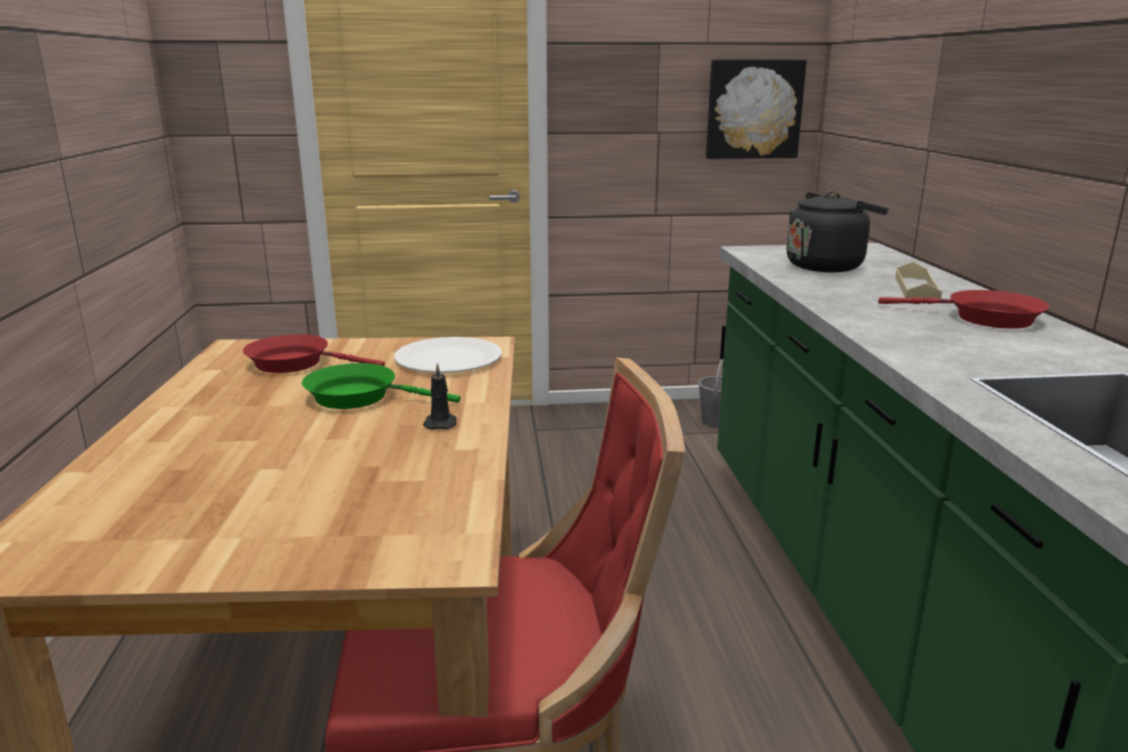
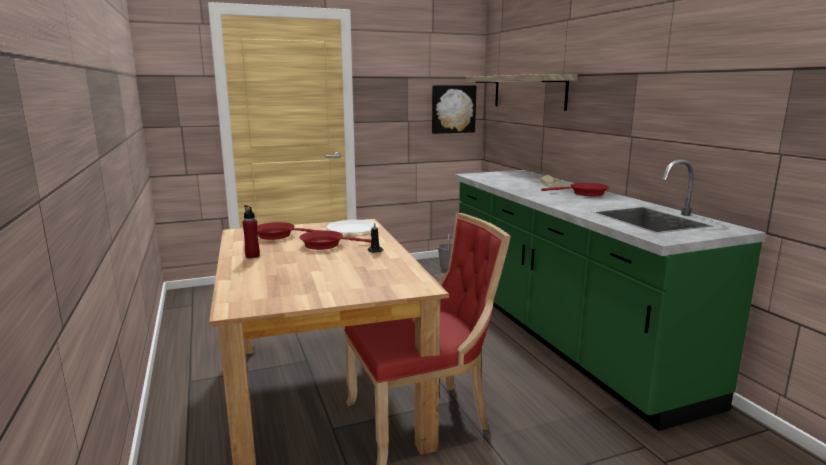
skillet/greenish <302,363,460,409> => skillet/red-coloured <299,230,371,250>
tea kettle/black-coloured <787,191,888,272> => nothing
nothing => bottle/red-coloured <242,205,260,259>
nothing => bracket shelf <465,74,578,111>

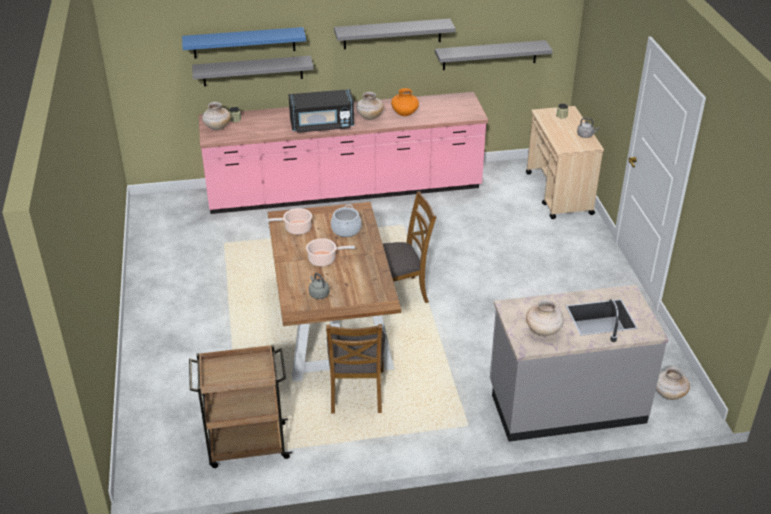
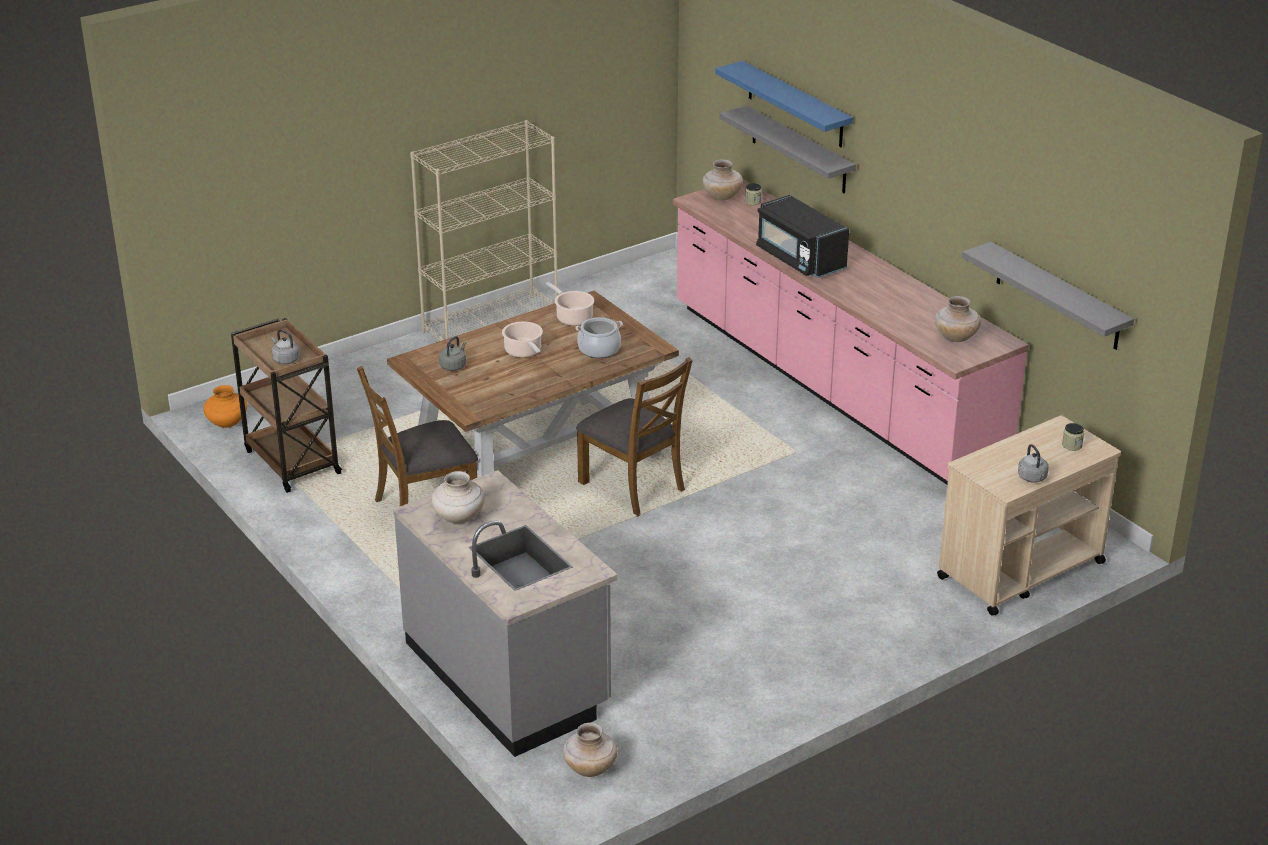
bracket shelf/grey <334,19,456,49> => nothing
flower vase/beige <356,92,384,120> => flower vase/beige <935,296,981,342>, relocated
flower vase/orange-coloured <391,88,419,116> => flower vase/orange-coloured <203,385,247,428>, relocated
nothing => tea kettle/grey <271,329,300,364>
nothing => bookcase/beige <410,120,558,341>

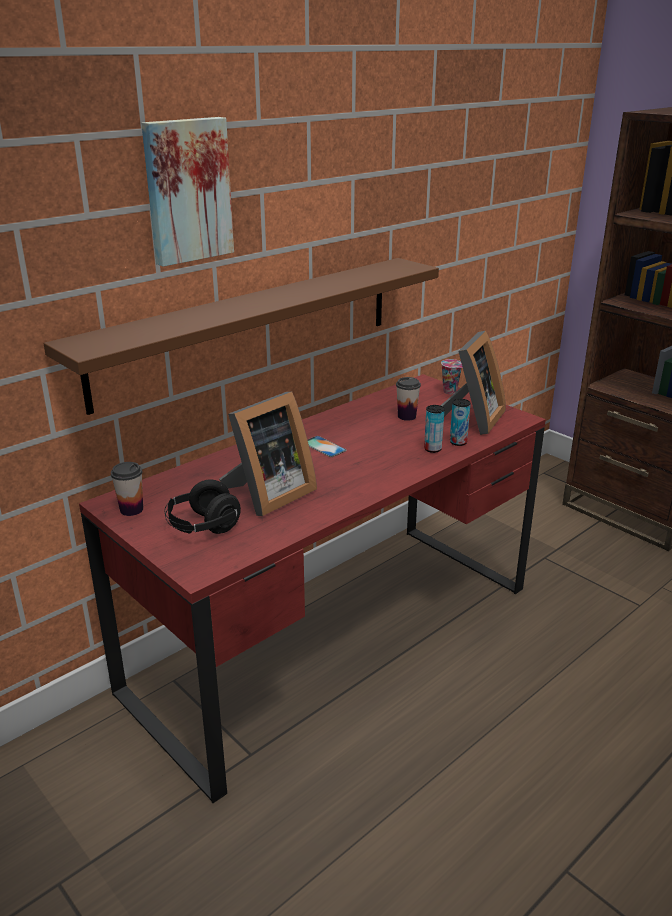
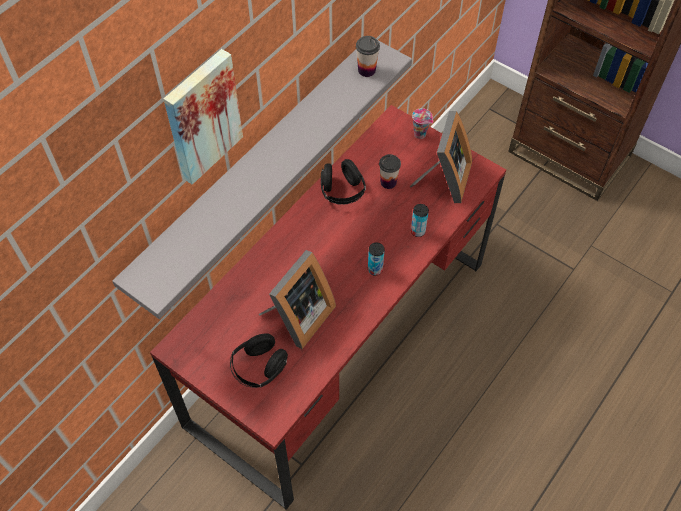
bracket shelf/brown <43,258,439,415> => bracket shelf/grey <112,41,412,319>
small cup <111,462,143,516> => small cup <356,36,380,77>, relocated
handset <308,436,347,457> => nothing
metal can <450,399,471,446> => metal can <368,242,385,276>, relocated
nothing => pair of headphones/black-coloured <321,159,366,205>

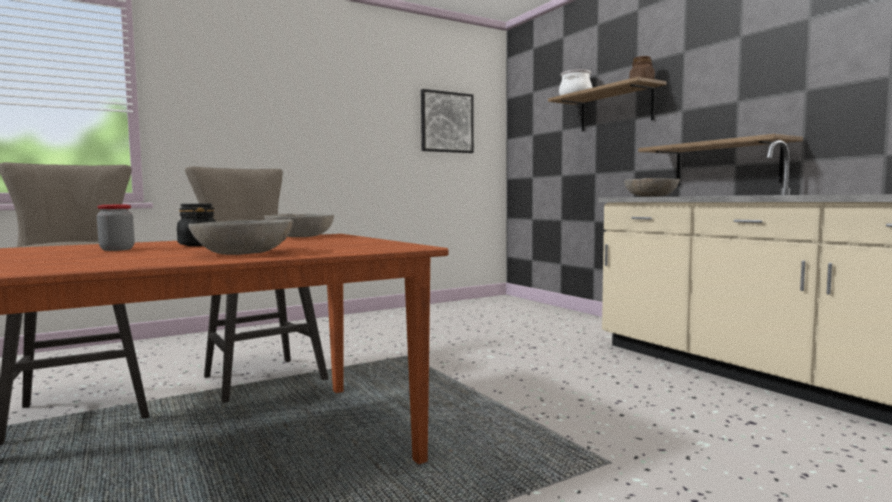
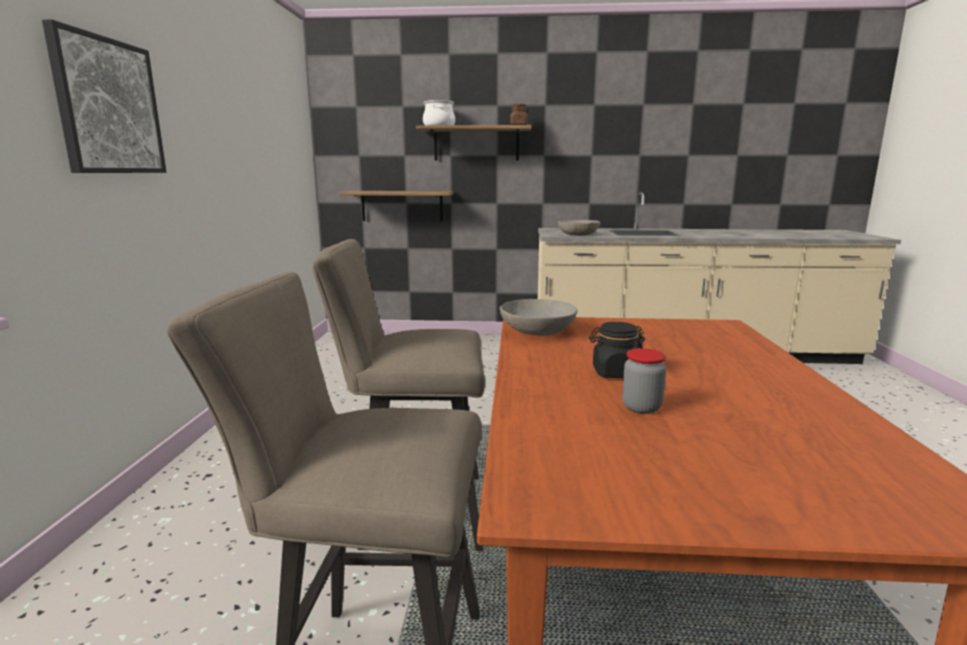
serving bowl/grey <188,219,293,255> => nothing
picture <421,89,474,153> => picture <42,20,166,173>, relocated
bracket shelf <638,134,803,186> => bracket shelf <340,191,454,221>, relocated

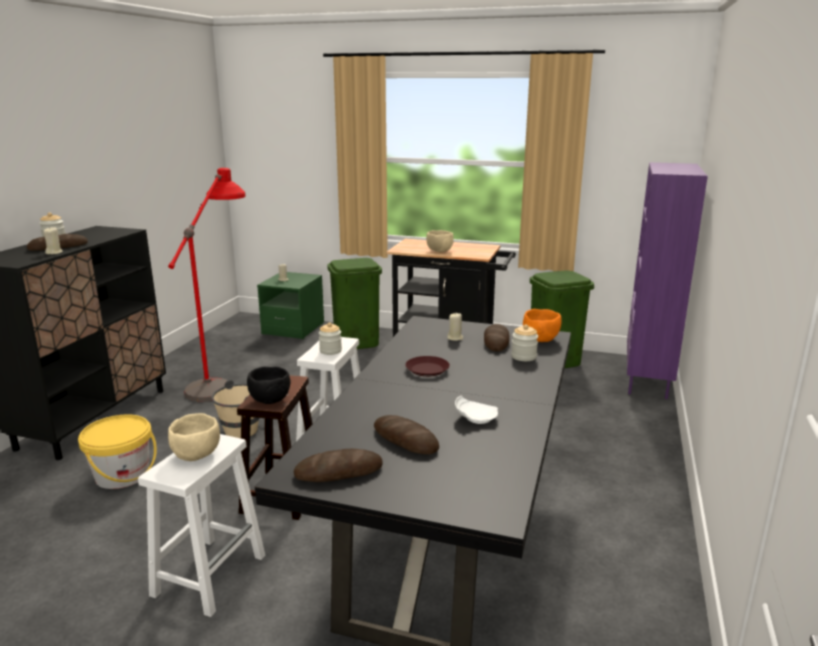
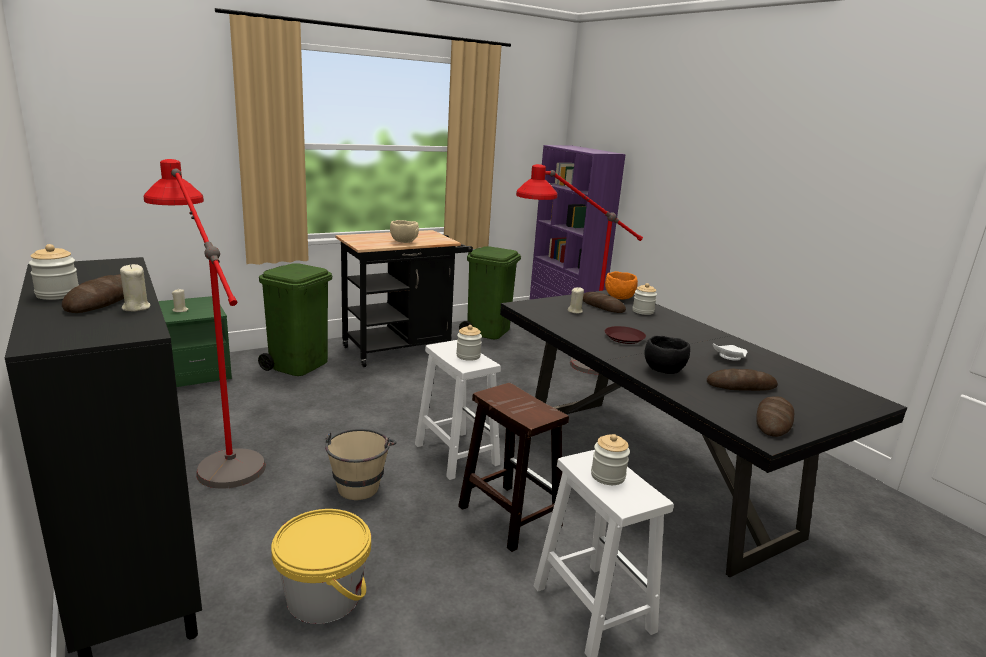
serving bowl/beige <168,413,220,461> => preserve jar <591,434,630,485>
serving bowl/black-coloured <247,366,291,404> => serving bowl/black-coloured <644,336,690,374>, relocated
nothing => standard lamp/red-coloured <516,164,643,374>

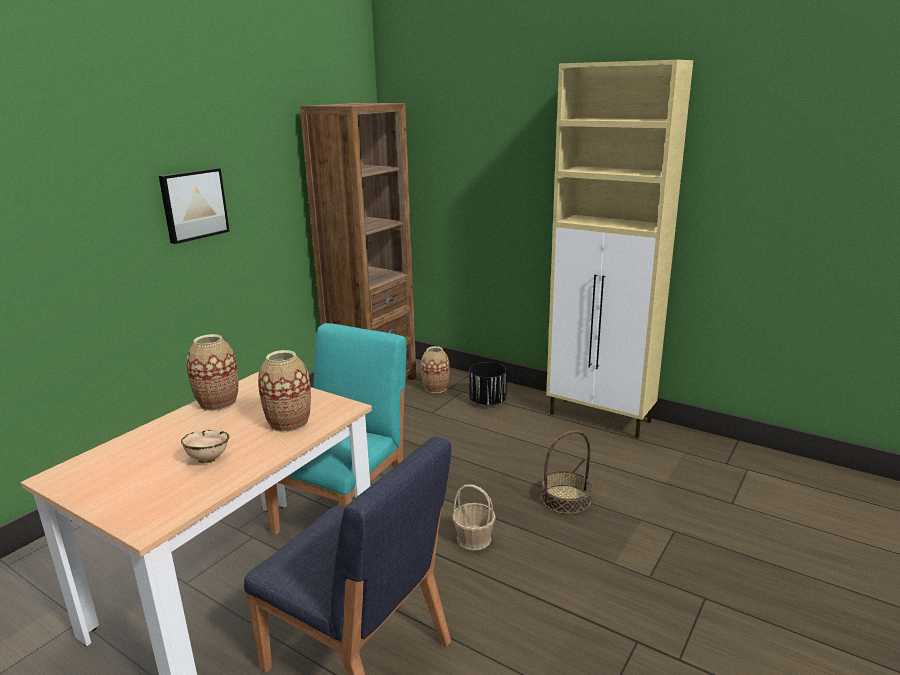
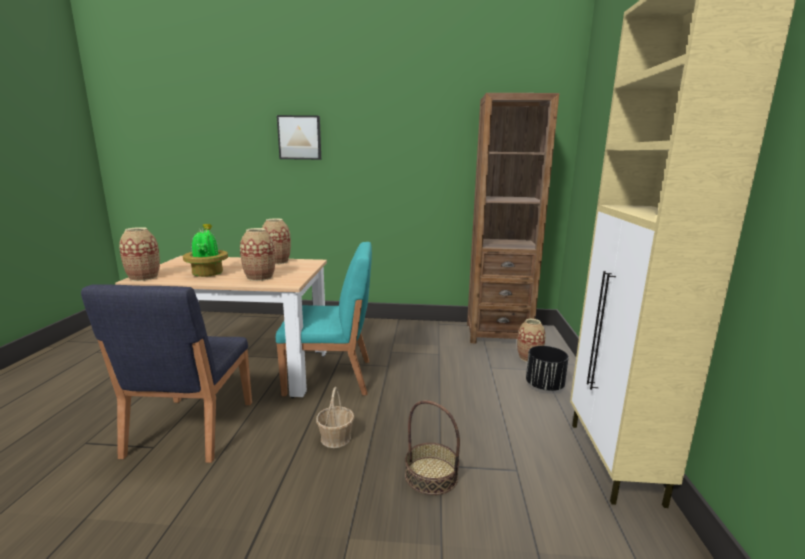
picture <159,168,230,244> => picture <277,115,321,160>, relocated
serving bowl/beige <181,429,229,463> => plant in a pot <183,224,228,277>
nothing => flower vase <119,227,160,281>

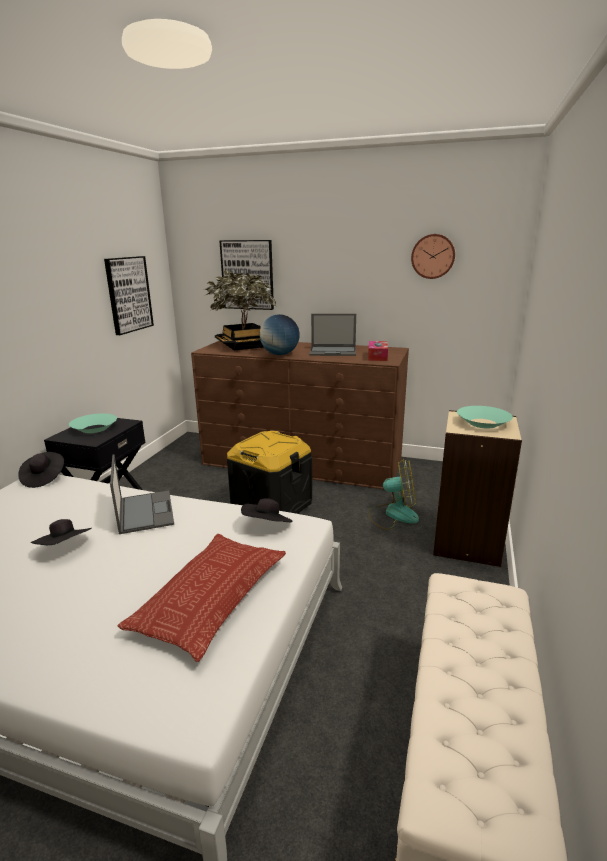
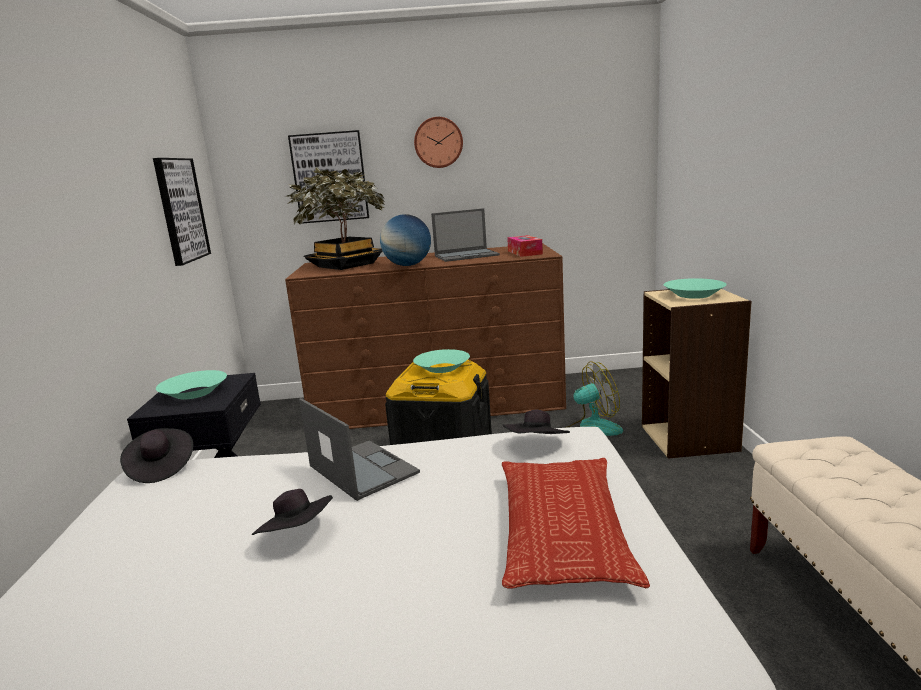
wall clock <411,234,455,279> => wall clock <414,117,463,168>, relocated
nothing => serving bowl/turquoise-coloured <413,349,470,373>

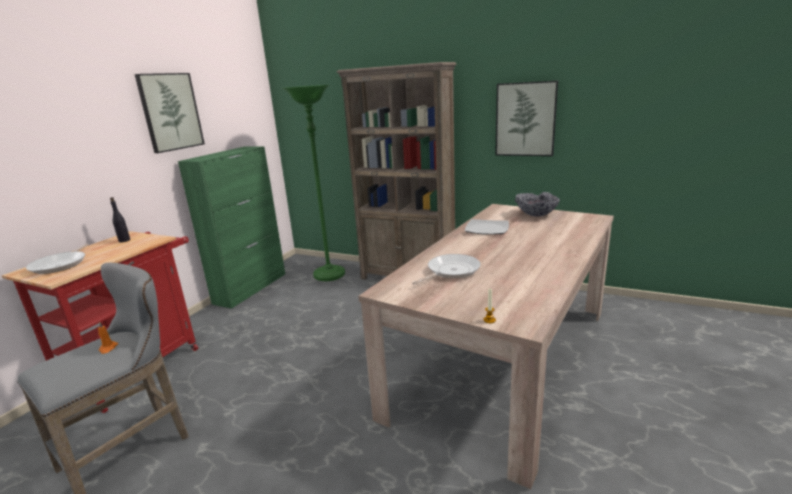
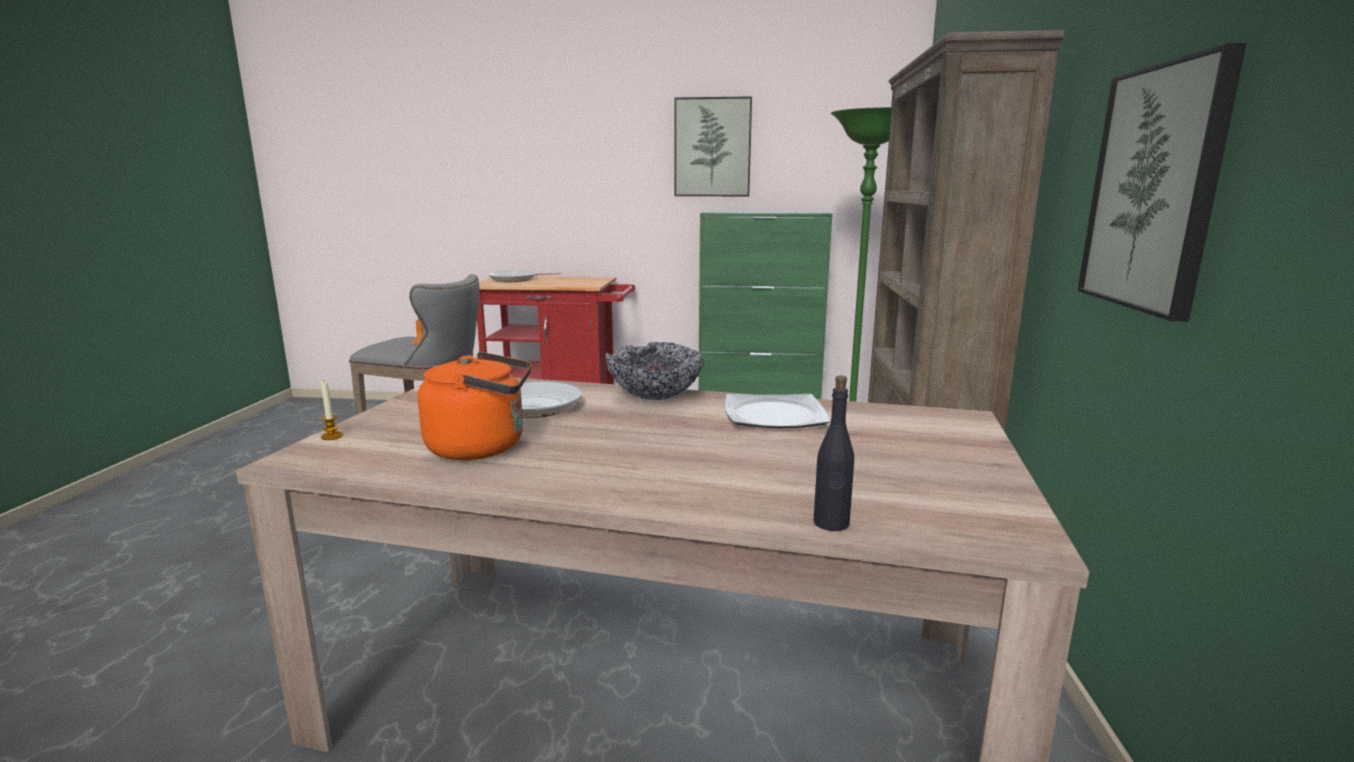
bottle/black-coloured <110,197,130,242> => bottle/black-coloured <813,375,854,531>, relocated
serving bowl <515,192,560,216> => serving bowl <605,342,704,400>, relocated
nothing => tea kettle/orange-coloured <418,352,532,460>

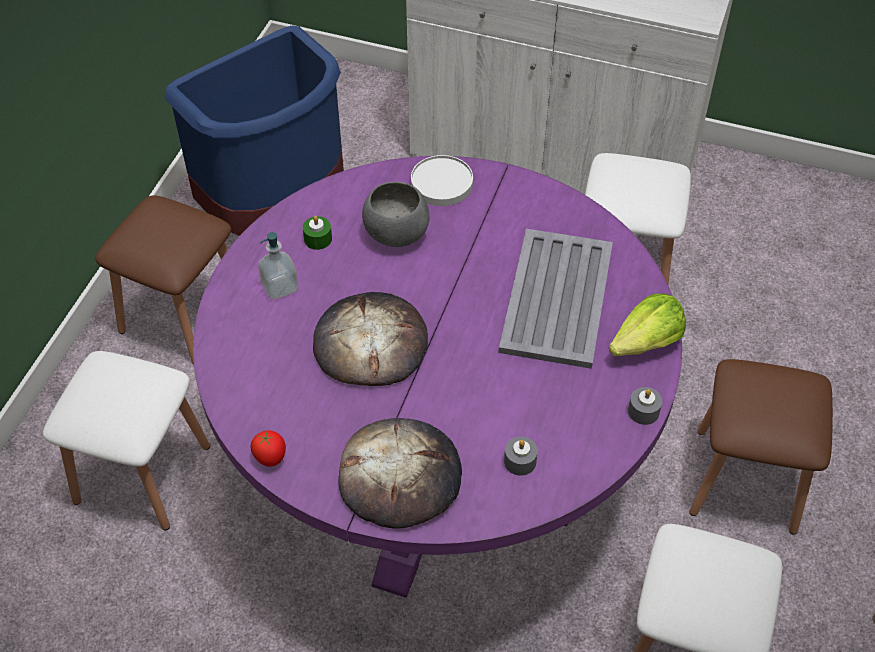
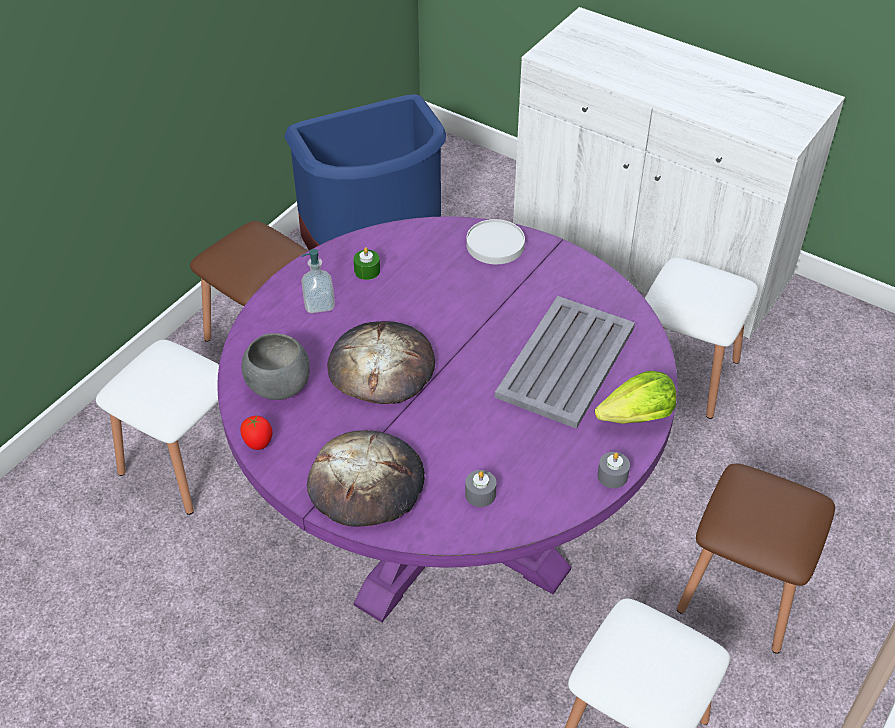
serving bowl/grey <362,182,429,247> => serving bowl/grey <241,333,310,400>, relocated

